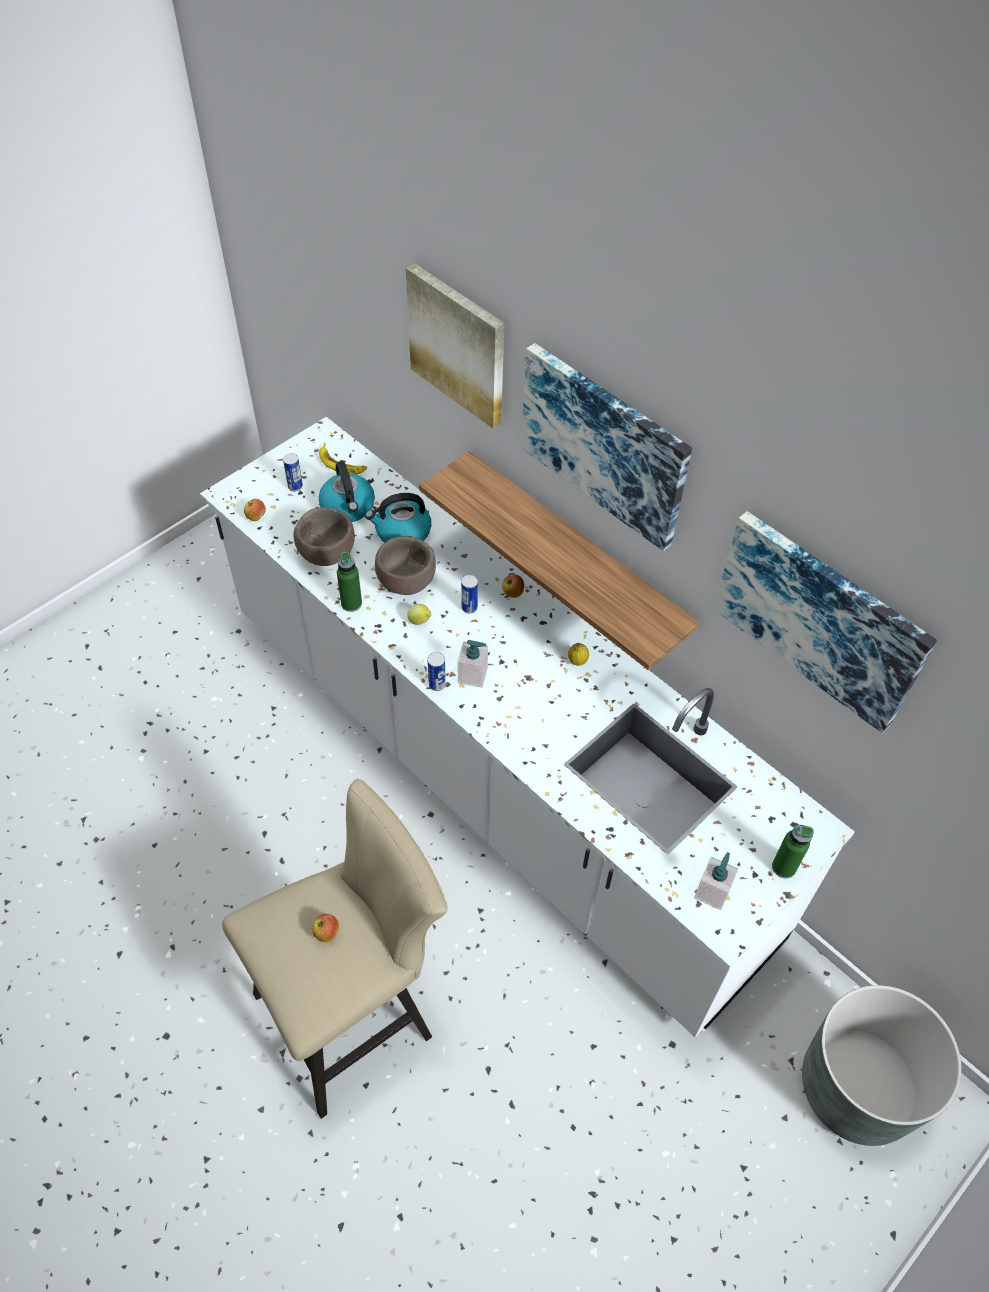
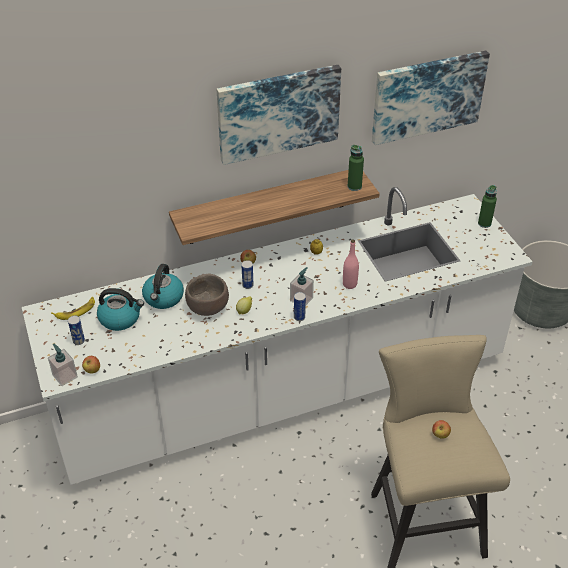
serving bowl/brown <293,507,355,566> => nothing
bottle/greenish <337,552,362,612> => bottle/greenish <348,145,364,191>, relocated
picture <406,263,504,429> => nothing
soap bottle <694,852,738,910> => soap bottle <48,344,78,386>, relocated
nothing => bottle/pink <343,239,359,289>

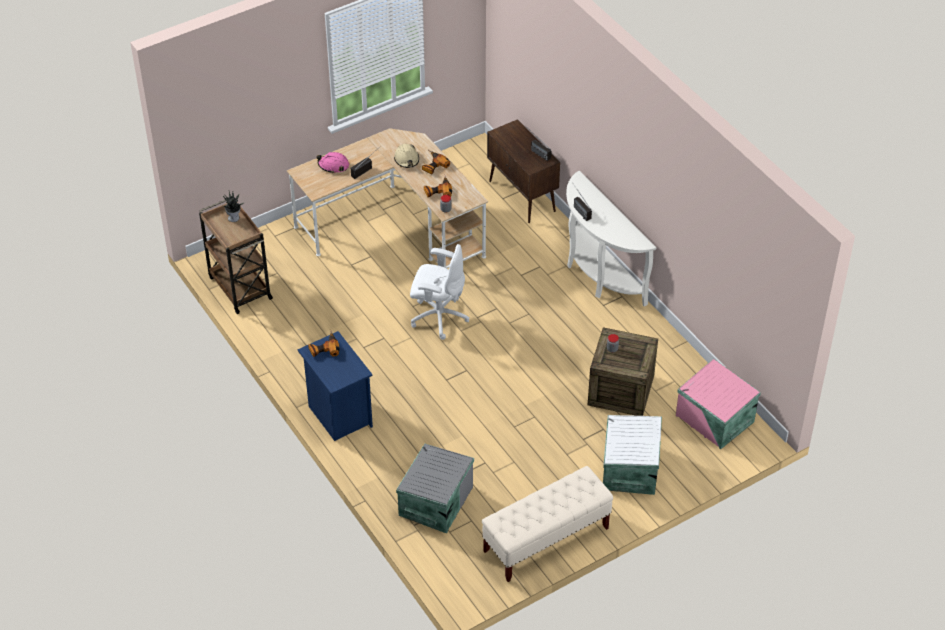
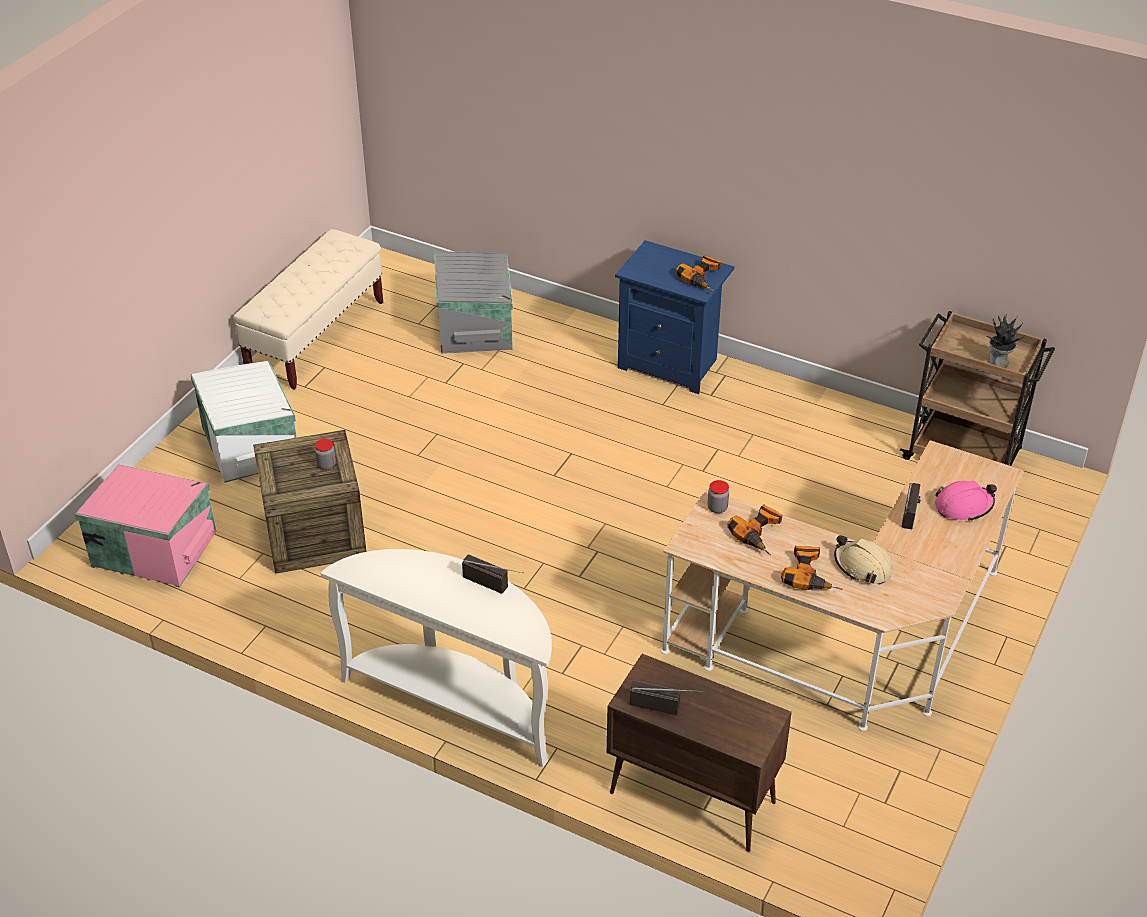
computer chair/white-coloured <410,244,470,340> => nothing

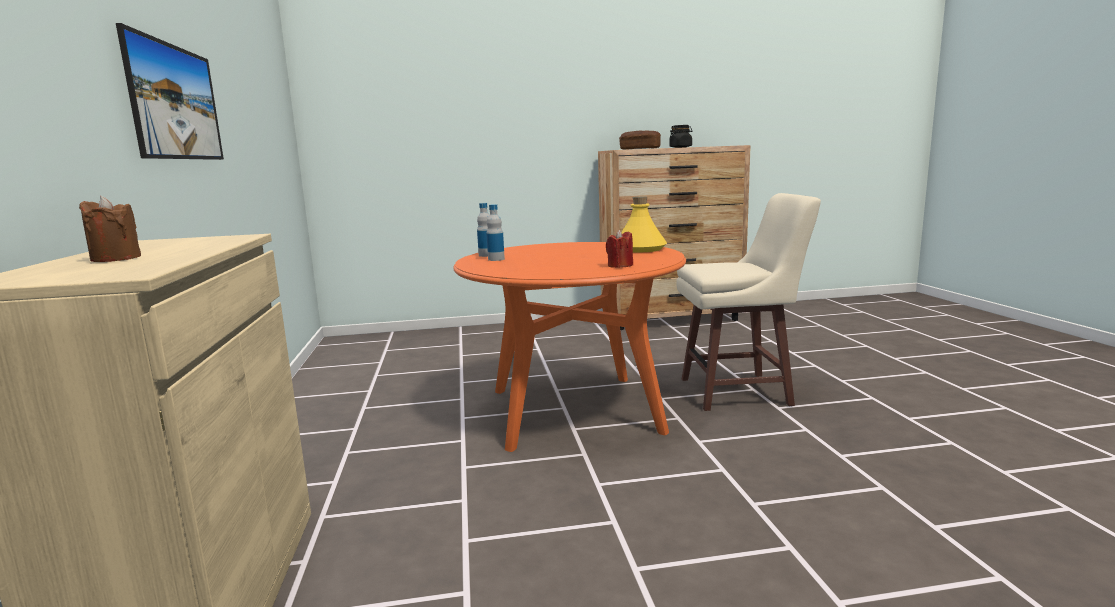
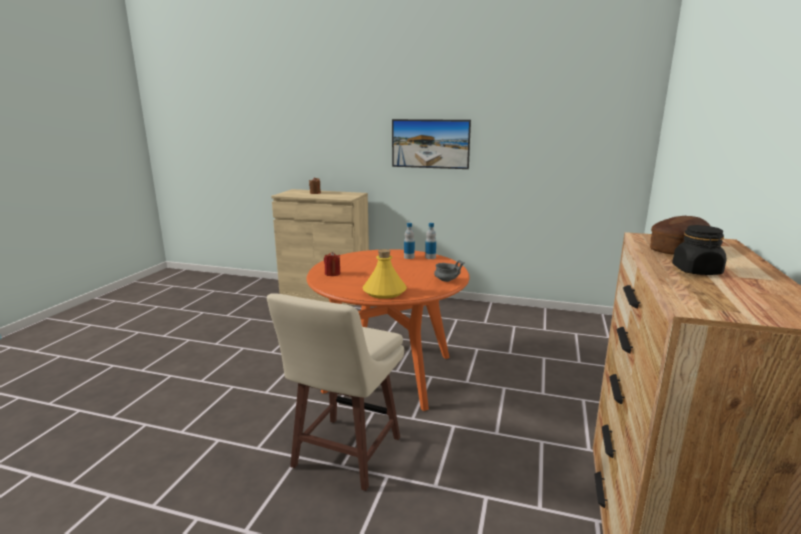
nothing => serving bowl/grey <434,260,465,282>

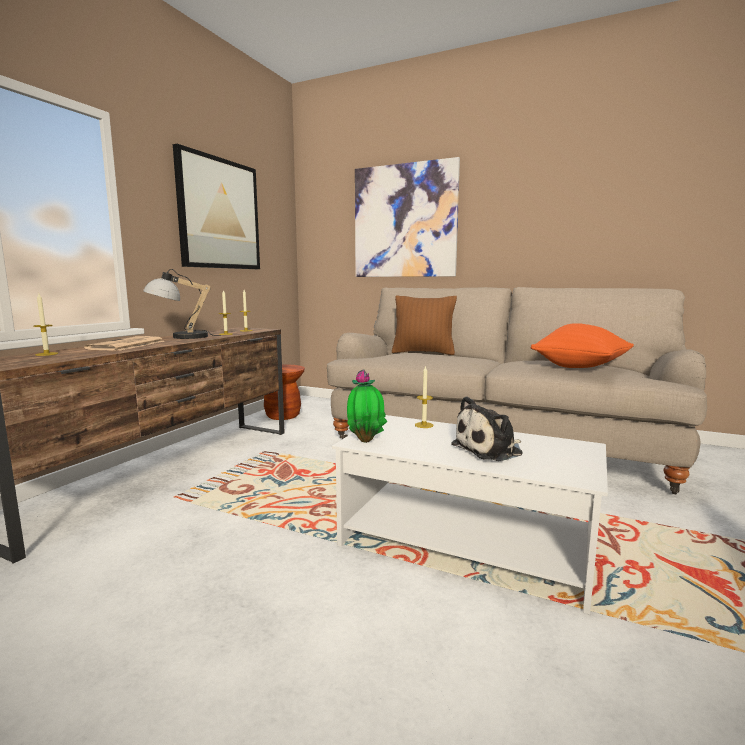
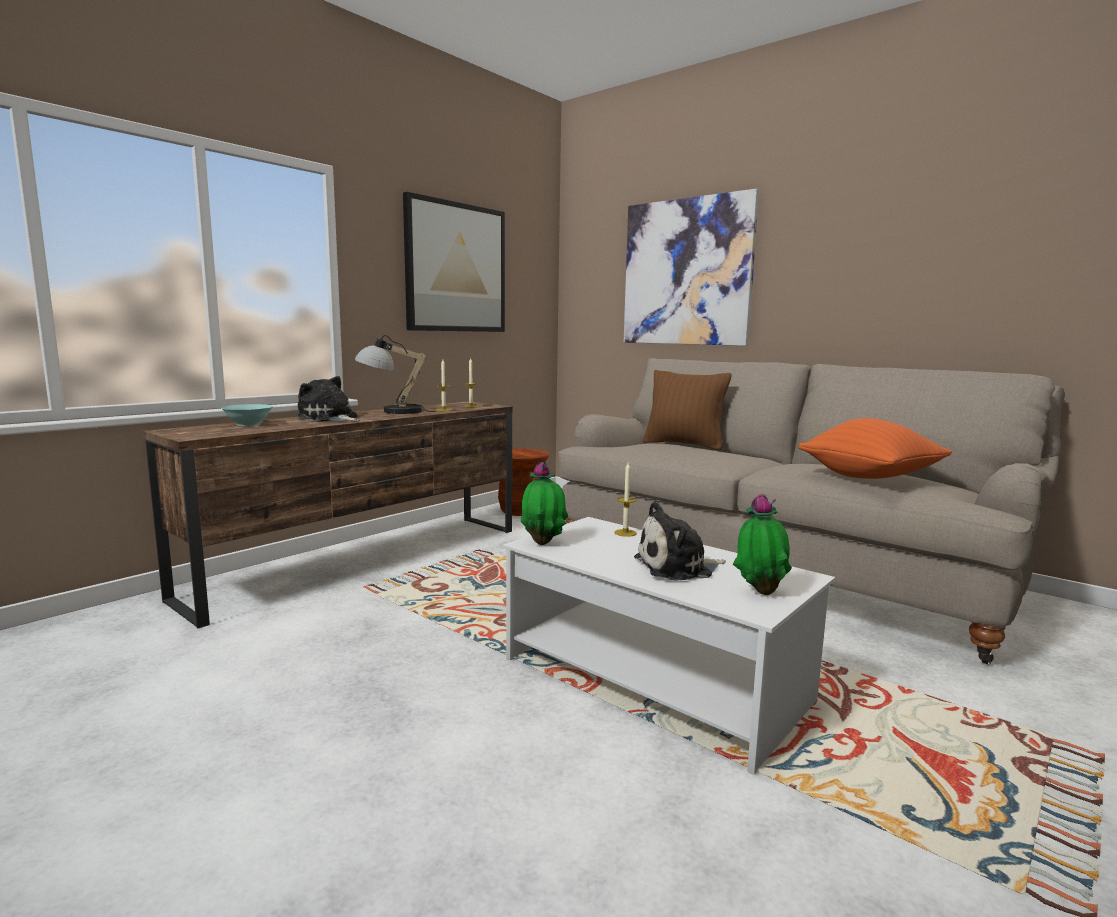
wax candle <34,293,58,356> => serving bowl/turquoise-coloured <221,404,273,426>
daily paper <84,336,164,351> => soft toy <297,376,360,421>
nothing => plant in a pot <733,494,792,595>

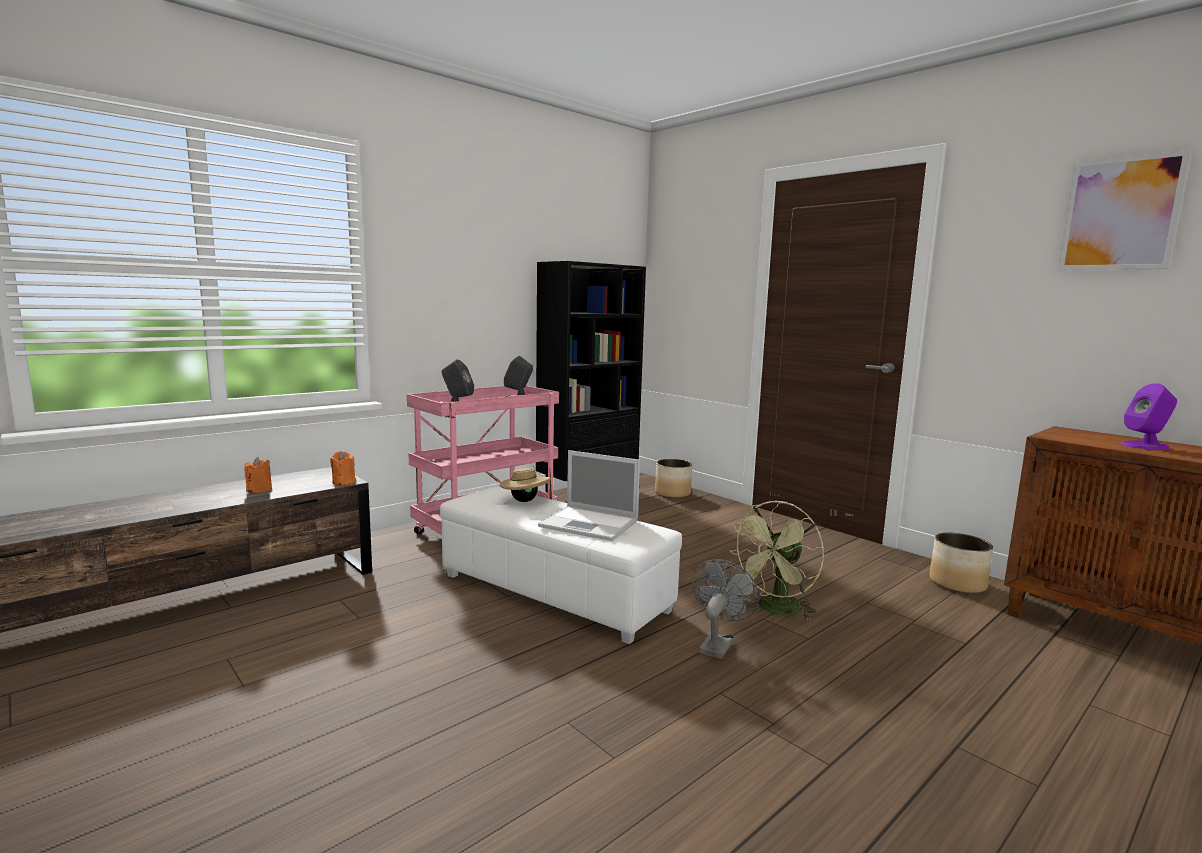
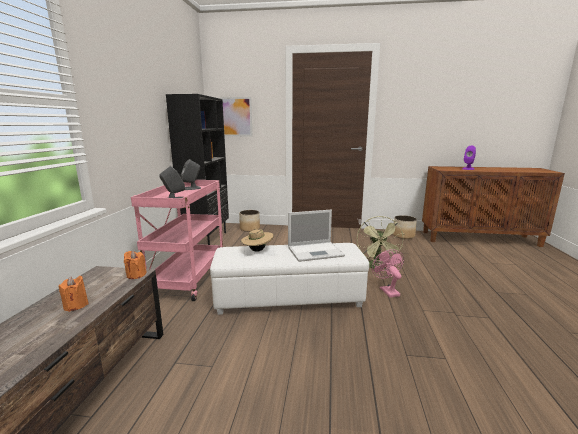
cooling fan/grey <692,559,759,659> => cooling fan/pink <372,249,404,298>
picture <1058,150,1191,270> => picture <220,97,252,136>, relocated

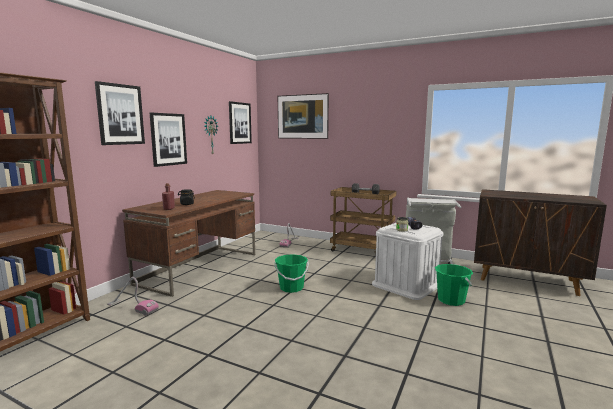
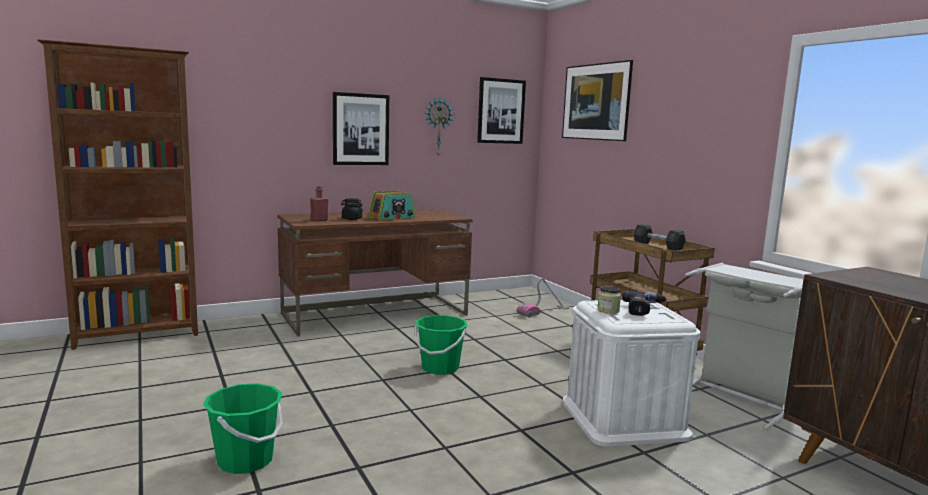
picture <95,81,145,145> => nothing
hoover <107,277,159,316> => nothing
pail/greenish <435,264,473,306> => pail/greenish <203,383,283,474>, relocated
nothing => radio set <368,191,416,221>

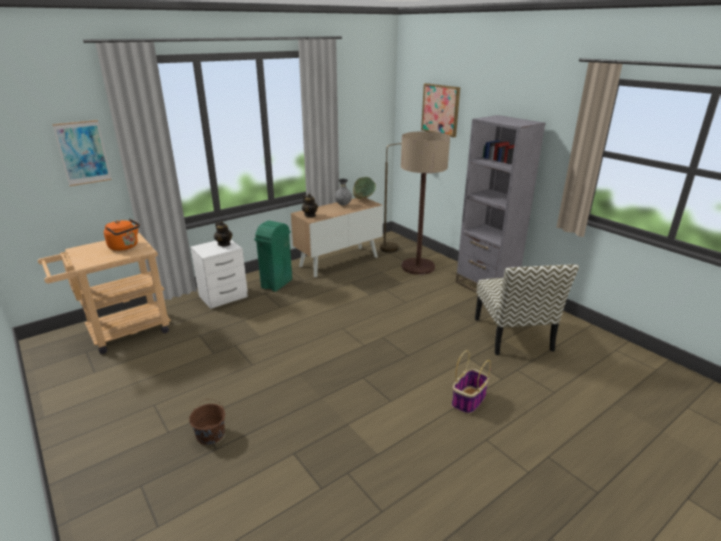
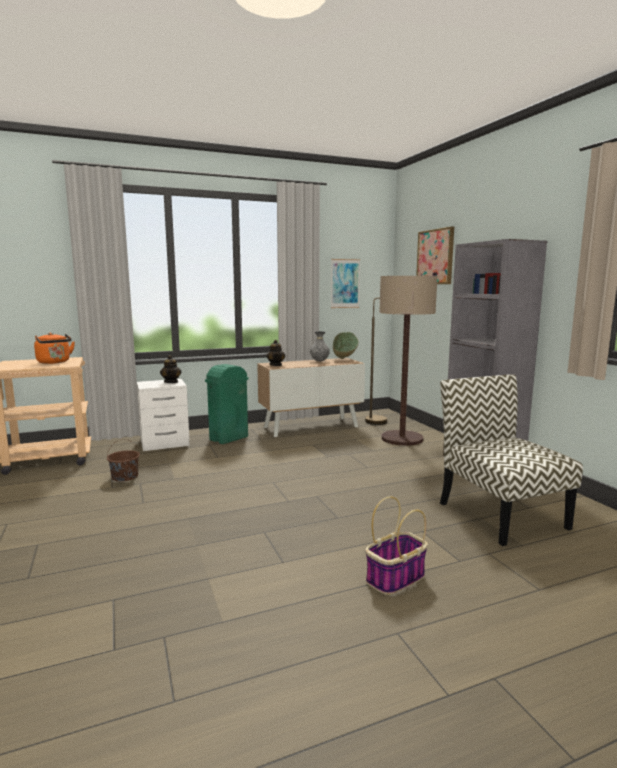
picture <52,120,112,186> => picture <331,259,360,308>, relocated
pail/brown <189,399,225,445> => pail/brown <107,439,140,482>, relocated
upright chair <475,264,579,355> => upright chair <440,374,583,546>, 150 degrees clockwise

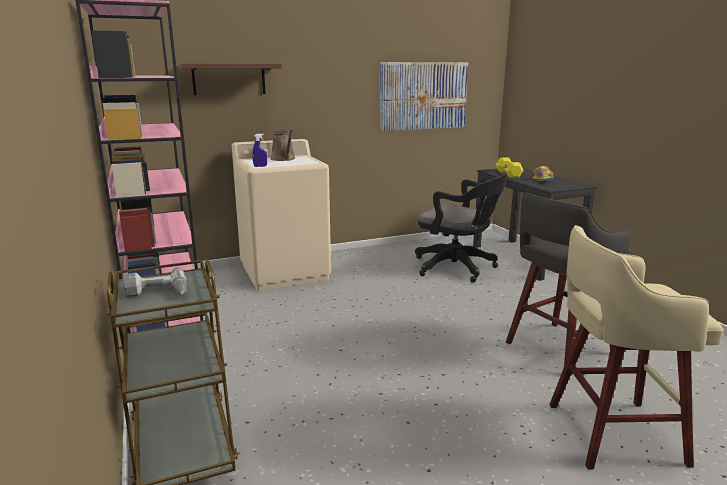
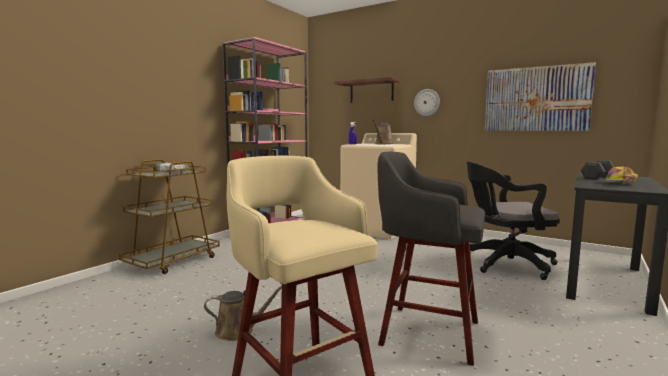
computer chair/black-coloured <415,173,508,283> => computer chair/black-coloured <467,162,560,280>, 90 degrees clockwise
free weight/yellow-coloured <495,157,524,178> => free weight/grey <581,160,614,180>
nothing => watering can/brown <204,286,282,341>
nothing => wall clock <414,89,440,116>

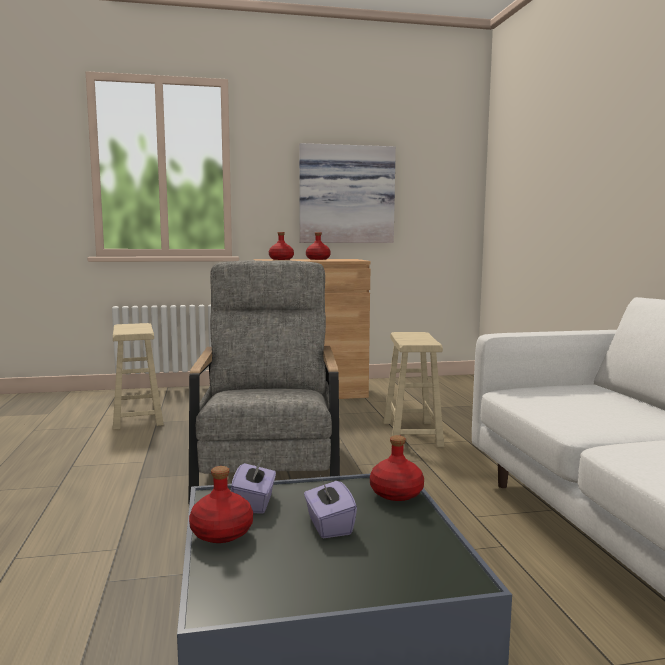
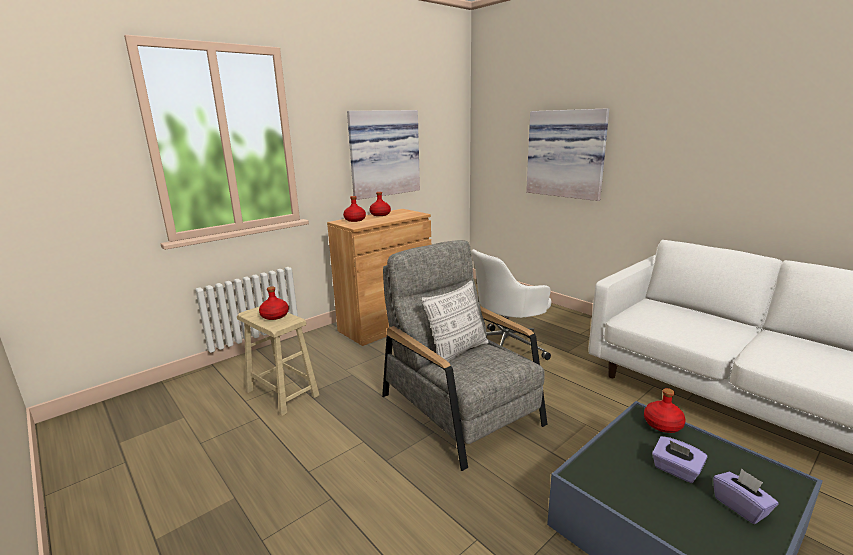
bottle/red-coloured <189,466,253,543> => bottle/red-coloured <259,287,289,320>, relocated
box of tissues/purplish <231,458,276,514> => box of tissues/purplish <713,469,779,524>, relocated
sitting stool/beige <383,332,444,447> => computer chair/white-coloured <471,249,551,360>
nothing => throw pillow <421,280,489,369>
nothing => picture <526,108,609,201>

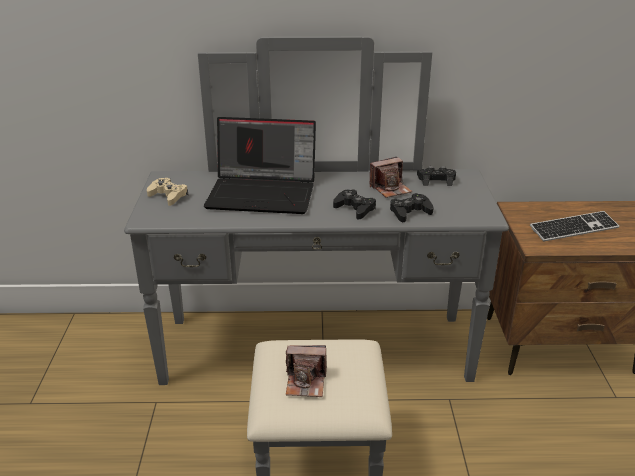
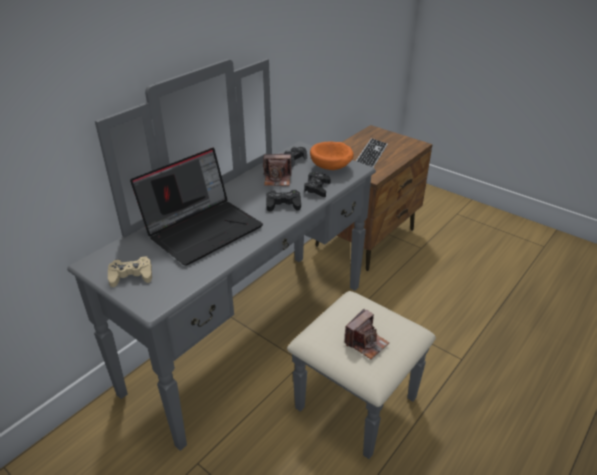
photo camera <369,157,412,198> => photo camera <263,154,291,186>, 75 degrees clockwise
nothing => serving bowl/orange-coloured <310,142,354,170>

